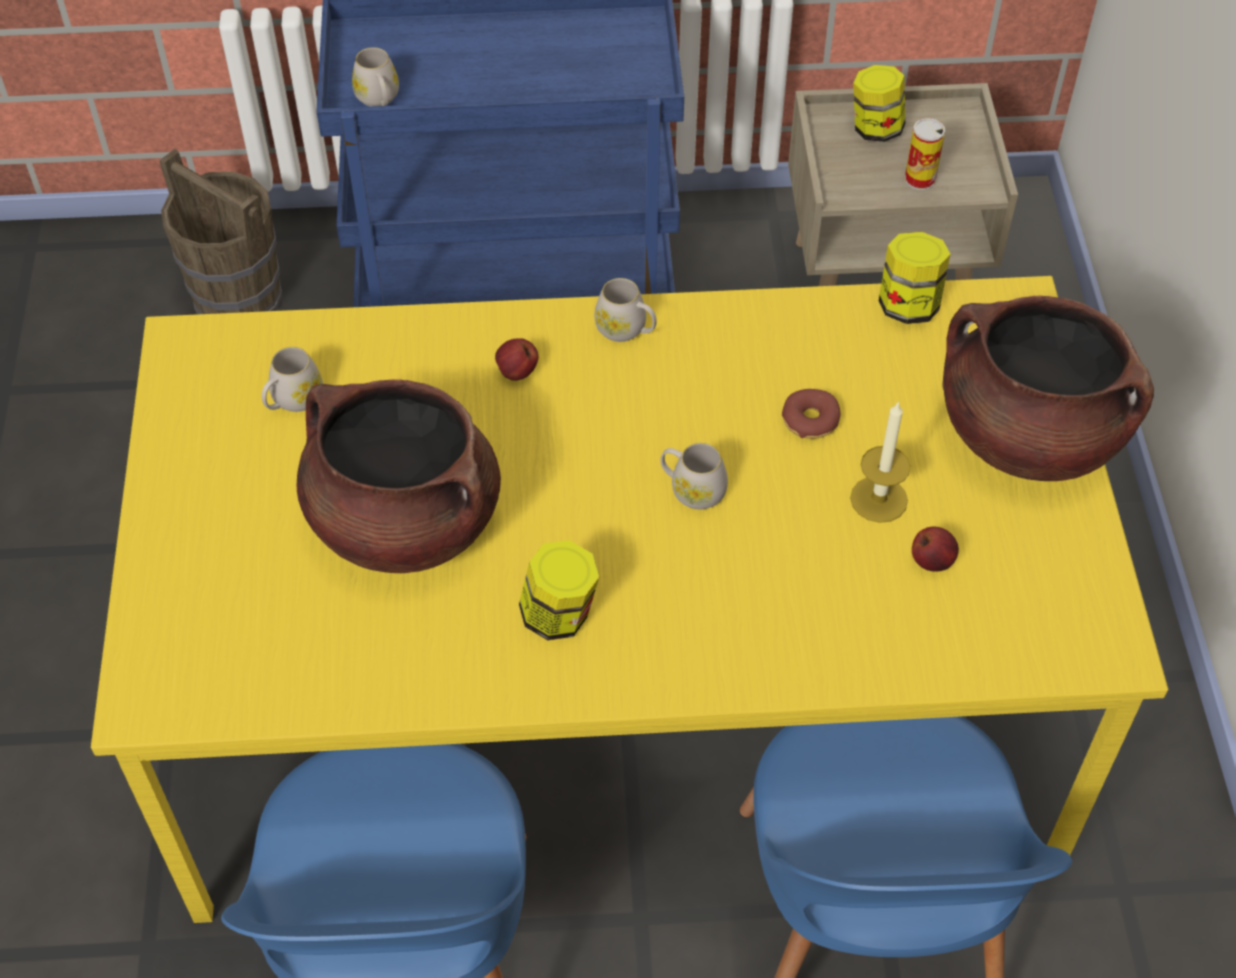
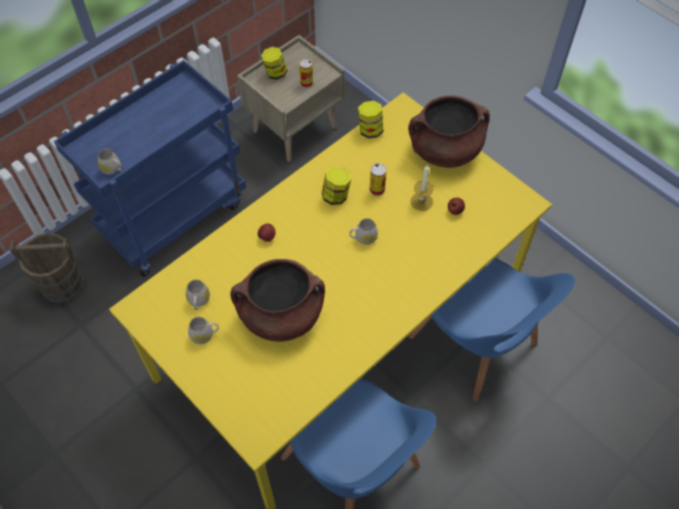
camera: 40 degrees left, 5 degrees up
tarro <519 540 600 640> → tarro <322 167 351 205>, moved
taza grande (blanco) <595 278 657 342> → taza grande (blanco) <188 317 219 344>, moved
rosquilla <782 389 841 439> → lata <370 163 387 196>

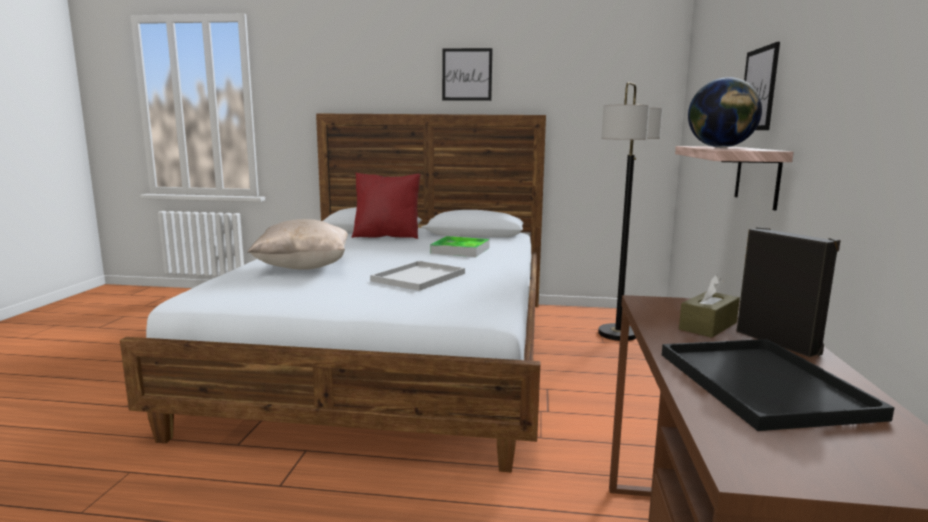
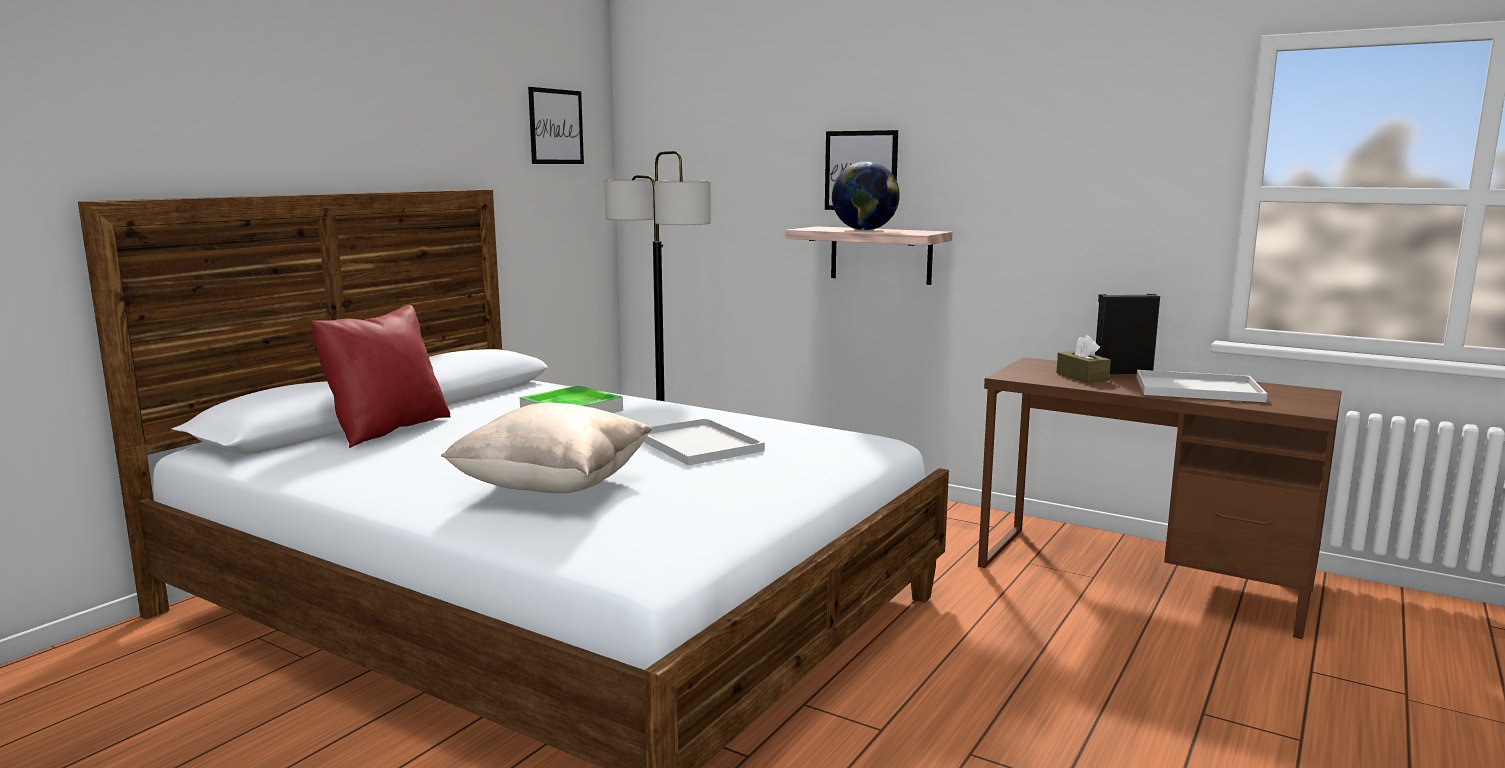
camera: 65 degrees left, 0 degrees up
cuadro <442 48 493 101> → cuadro <528 87 584 164>, moved
bandeja (negro) <662 339 895 431> → bandeja (blanco) <1137 370 1267 402>

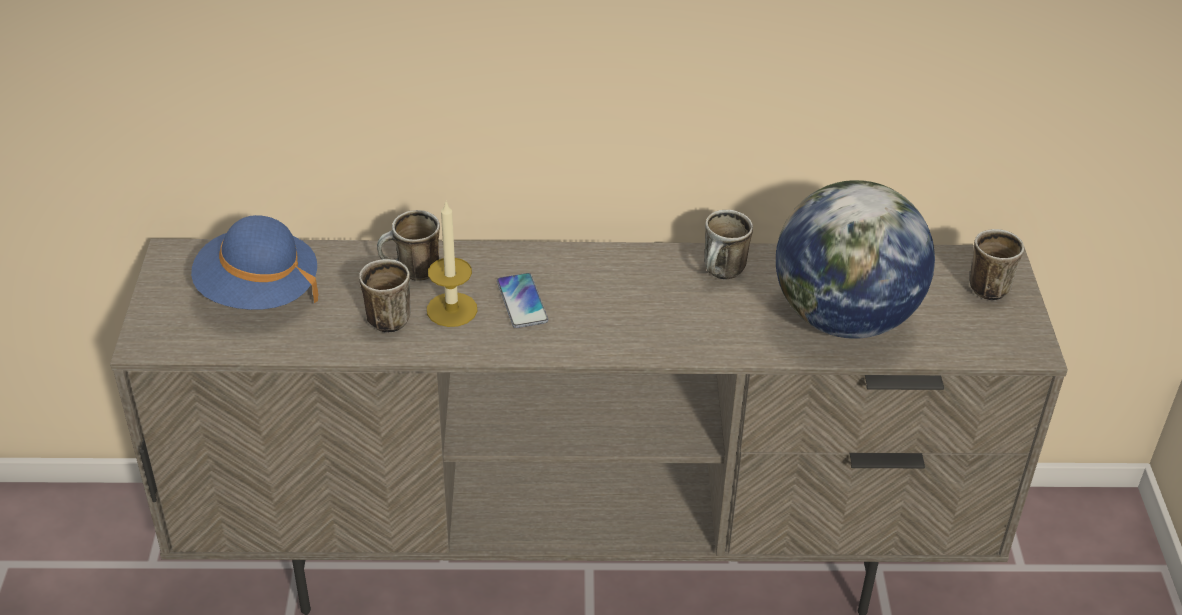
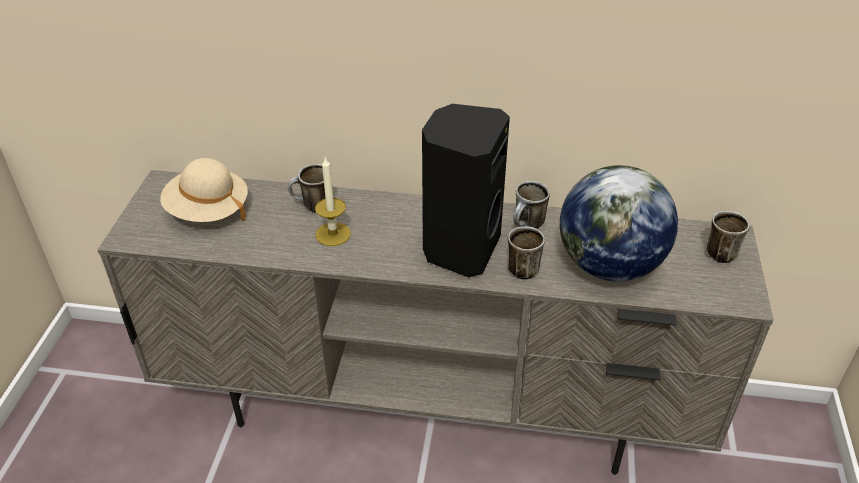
camera: 10 degrees right, 0 degrees up
móvil <497 273 548 328> → -
- → altavoz (negro) <422 104 510 277>
taza grande <359 259 411 333> → taza grande <508 226 545 280>, moved
sombrero (azul) <191 215 318 310> → sombrero (beis) <160 158 248 222>

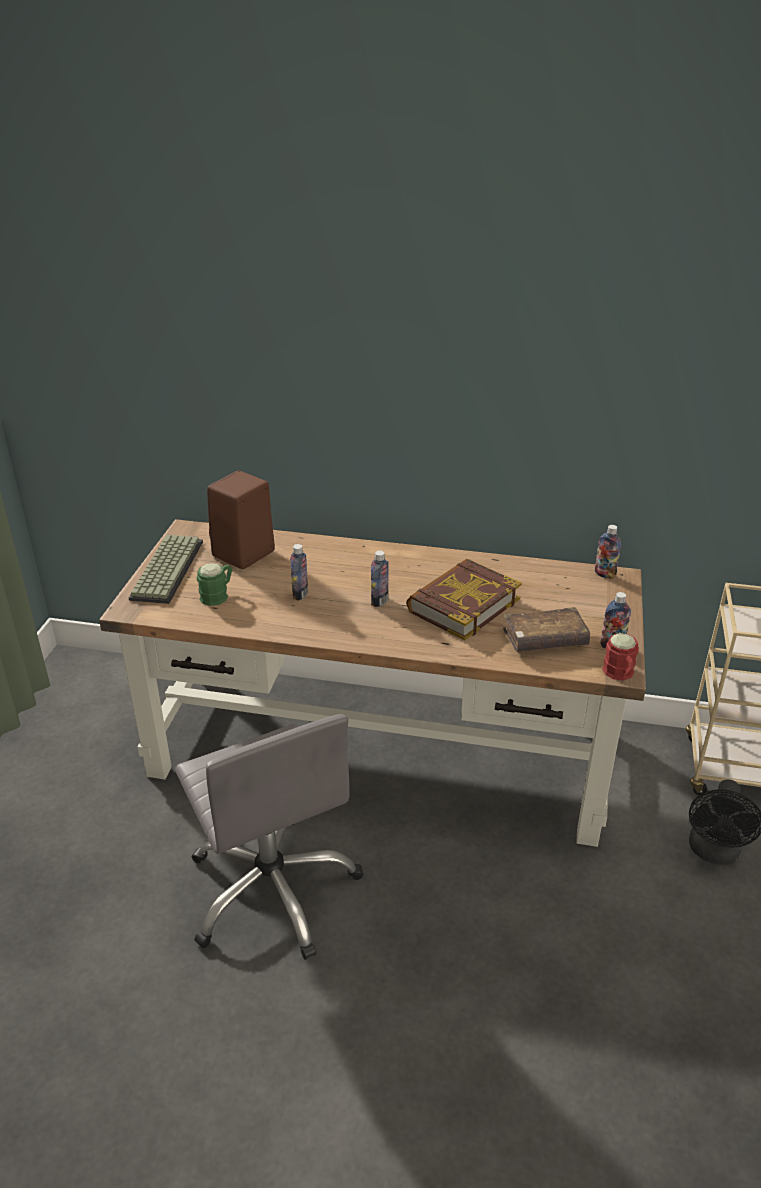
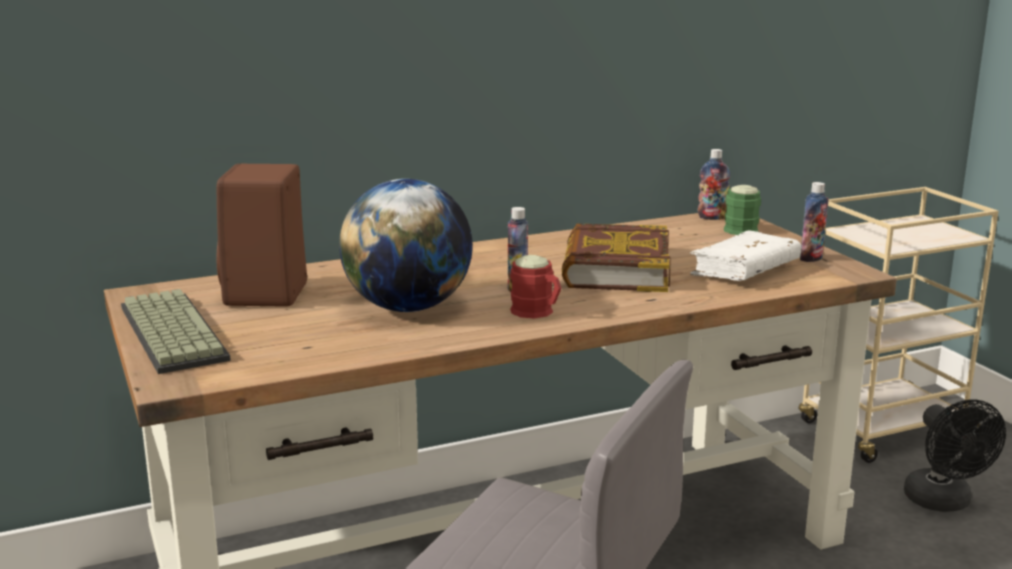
camera: 35 degrees left, 15 degrees down
taza grande (verde) <197 563 232 606> → taza grande (verde) <724 185 761 235>, moved
taza grande (rojo) <602 633 639 681> → taza grande (rojo) <510 255 561 319>, moved
botella <290 544 308 601> → globo terráqueo <339 179 473 312>
libro (marrón) <503 607 590 652> → libro (blanco) <690 230 801 281>

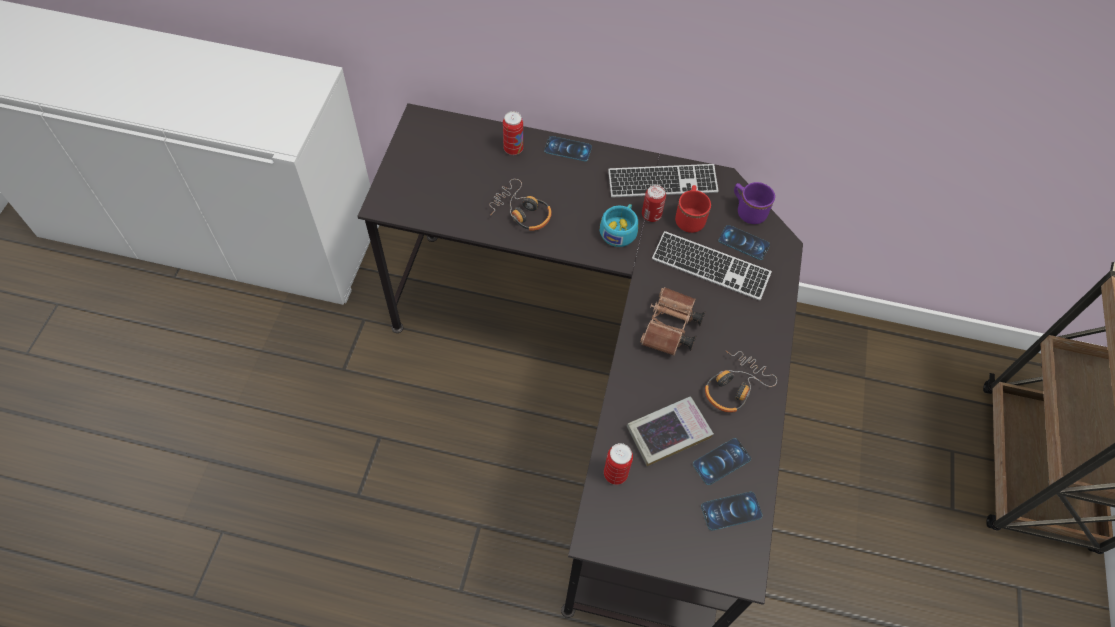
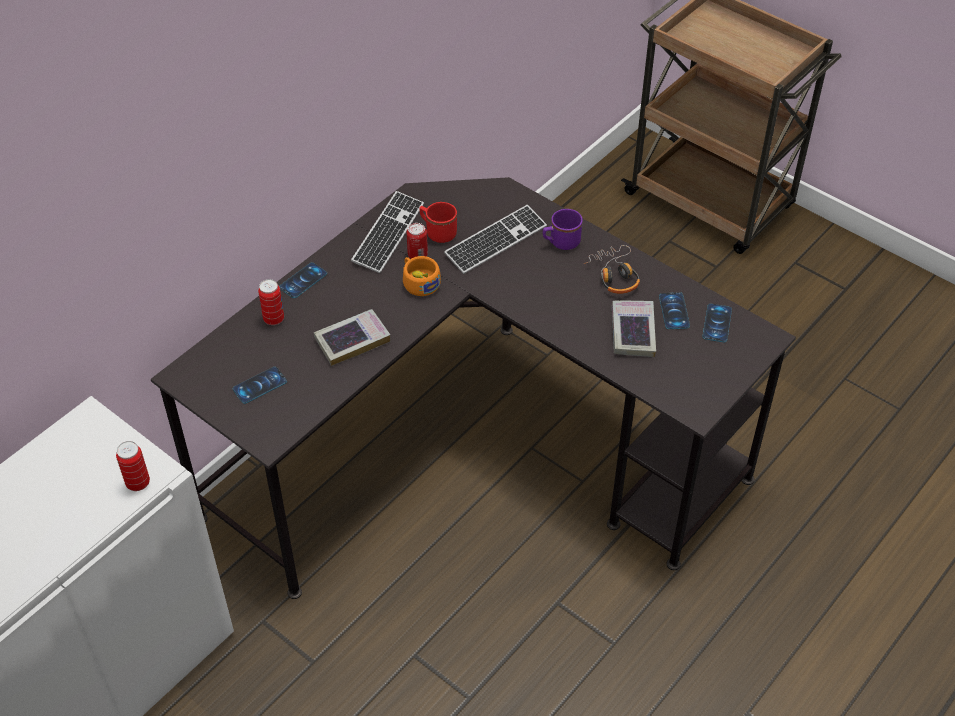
camera: 60 degrees left, 10 degrees down
prismáticos (marrón) <640 287 706 356> → -
lata <604 443 633 485> → lata <116 441 150 491>, moved
móvil <718 225 770 260> → móvil <233 367 287 404>, moved
taza grande (morado) <734 182 775 224> → taza grande (morado) <543 209 583 250>, moved
auriculares <489 179 552 231> → libro <314 309 390 366>
taza (turquesa) <600 204 638 247> → taza (naranja) <403 256 441 296>

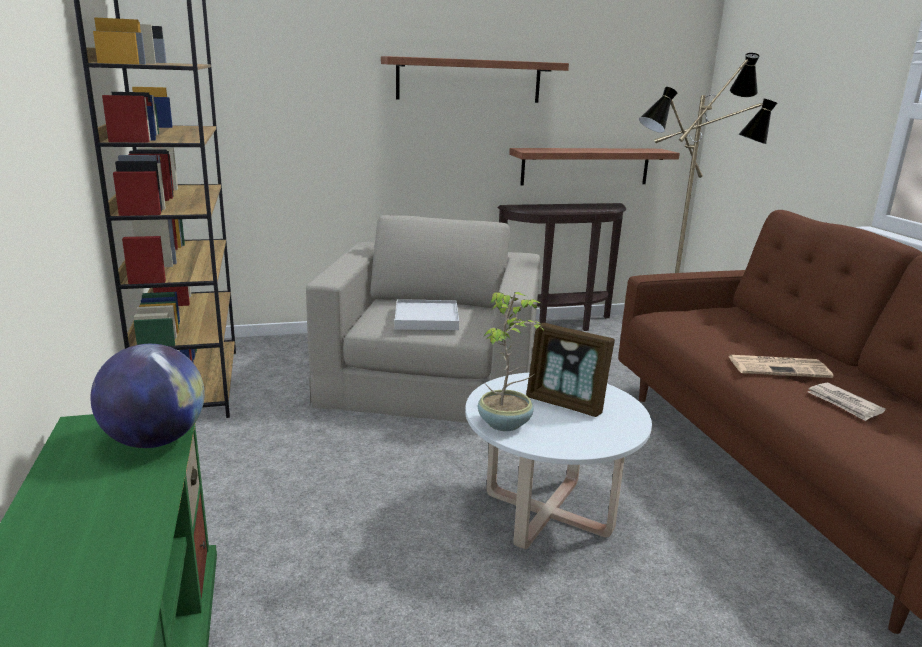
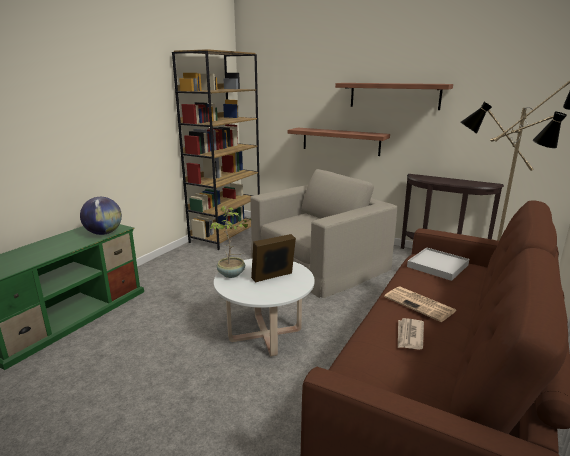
camera: 45 degrees right, 0 degrees up
bandeja (blanco) <395 299 459 330> → bandeja (blanco) <407 247 469 281>, moved
estante <509 148 680 185> → estante <288 128 390 156>, moved
portarretratos <526 323 615 417> → portarretratos <251 234 296 282>, 75 degrees clockwise

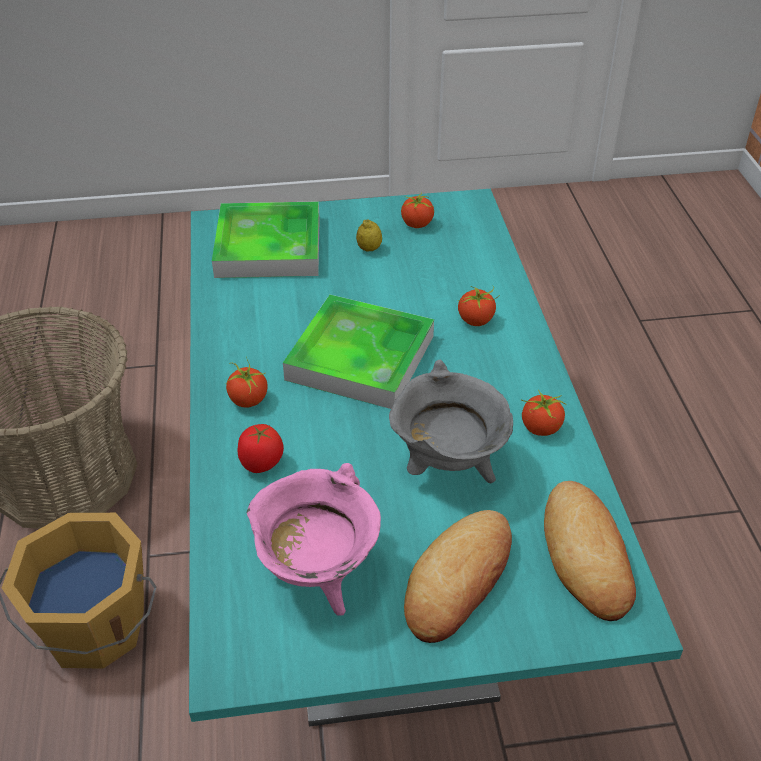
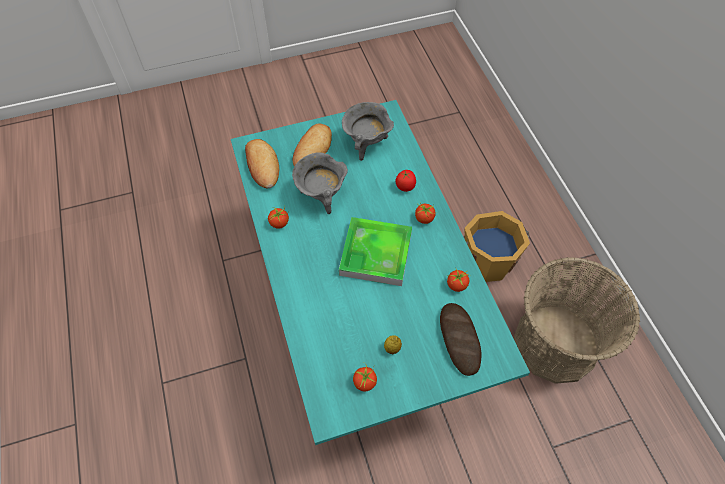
camera: 170 degrees right, 15 degrees up
tomate <457 286 500 326> → tomate <447 269 470 292>, moved
bandeja <212 201 320 278> → pan <440 303 481 376>
olla (rosa) <247 463 381 616> → olla (gris) <342 102 394 161>

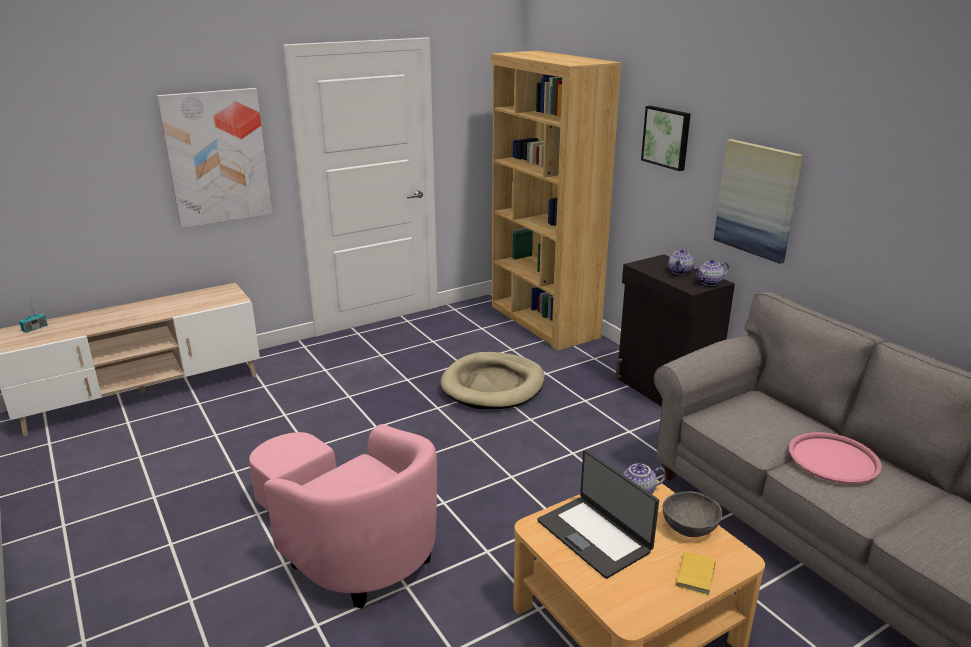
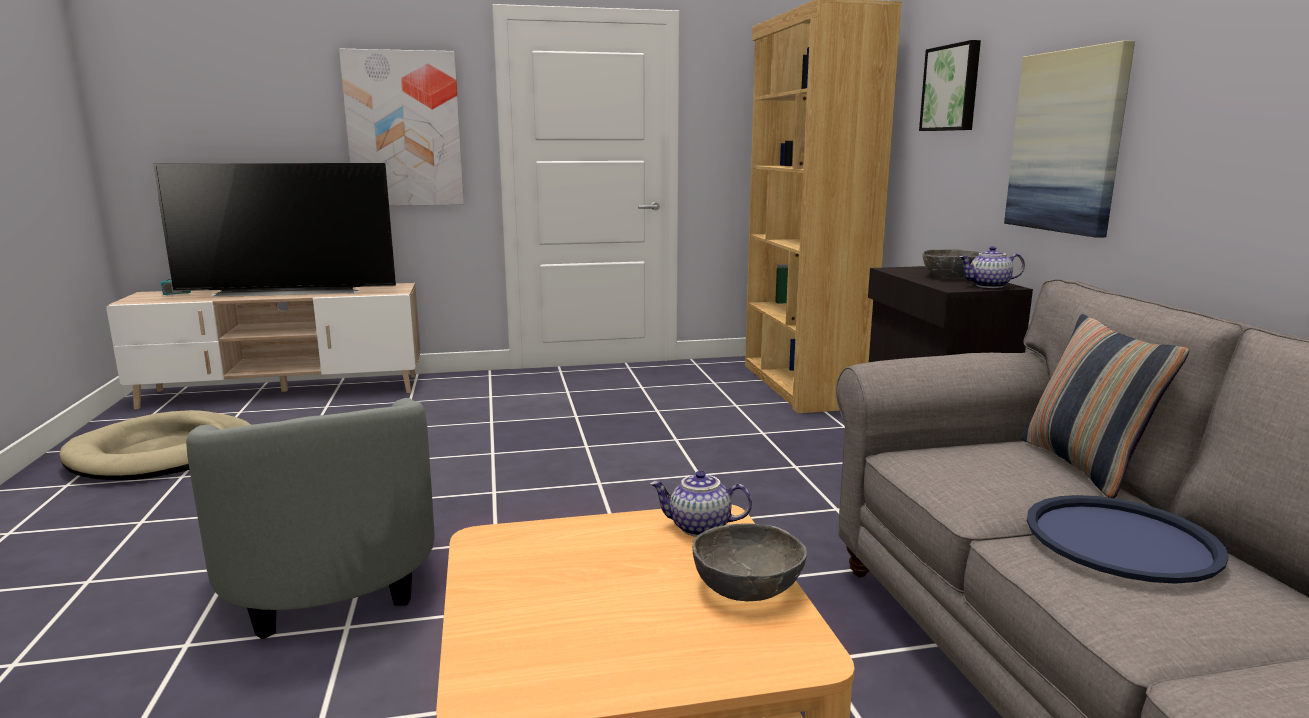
camera: 20 degrees right, 10 degrees down
portátil <537 450 659 579> → -
libro (amarillo) <667 552 716 595> → -
- → televisor <153 163 396 297>
- → cojín <1021 314 1189 498>
cama para perro (beis) <440 352 544 409> → cama para perro (beis) <59 410 251 480>, moved
tetera <669 249 694 275> → cuenco (gris) <923 249 982 278>
sillón (rosa) <249 424 437 608> → sillón (gris) <186 398 435 639>
bandeja (rosa) <789 432 882 484> → bandeja (azul) <1027 495 1229 584>

